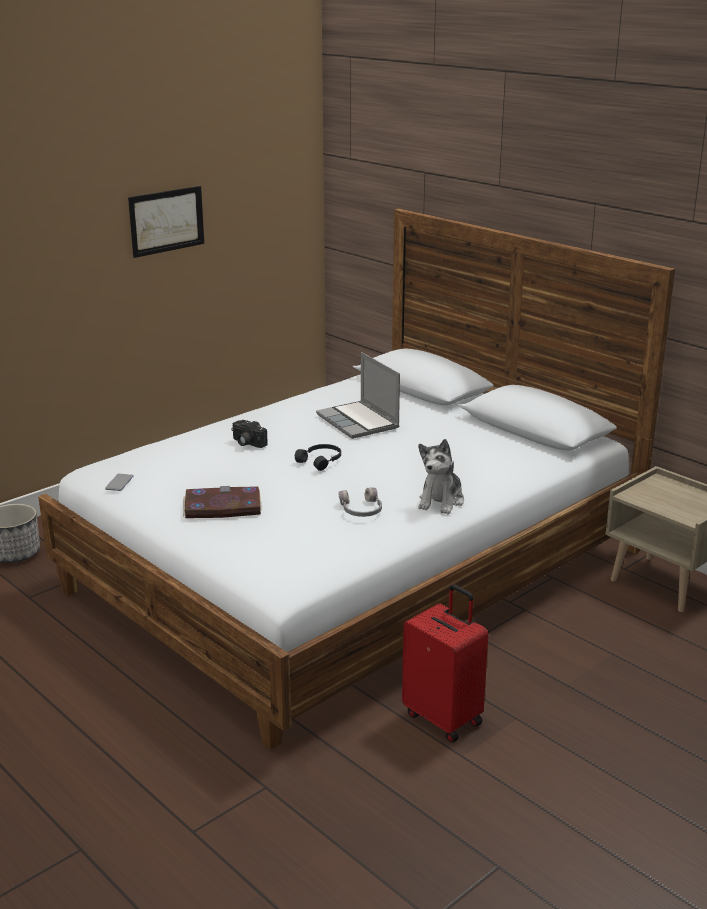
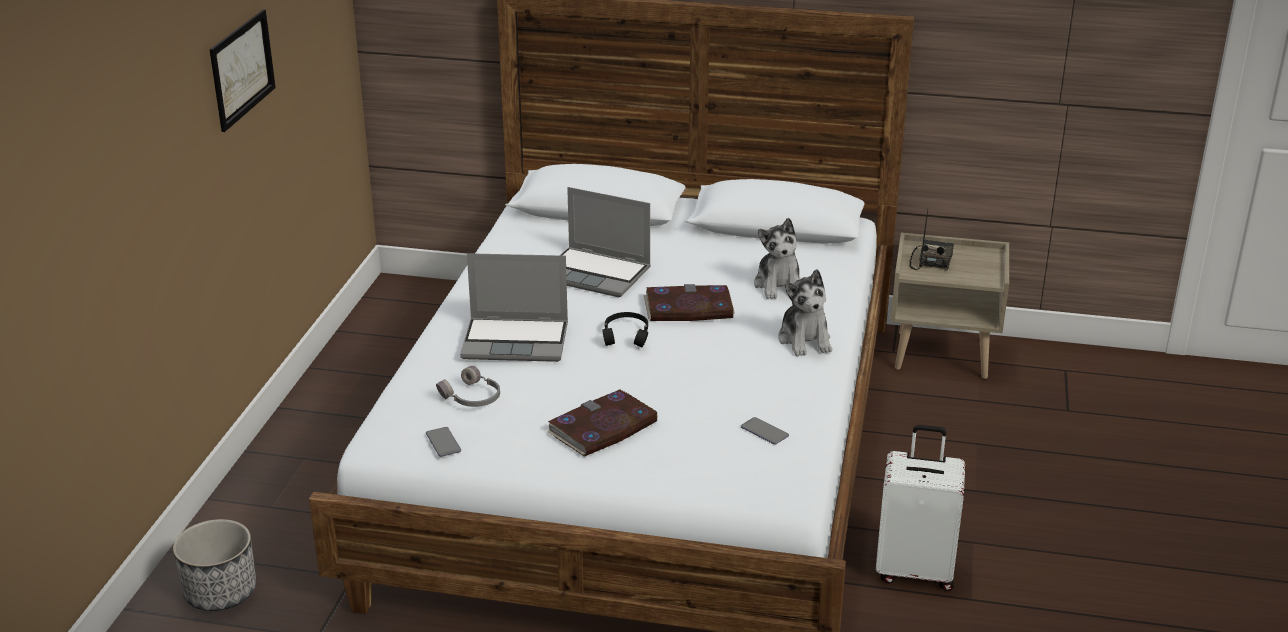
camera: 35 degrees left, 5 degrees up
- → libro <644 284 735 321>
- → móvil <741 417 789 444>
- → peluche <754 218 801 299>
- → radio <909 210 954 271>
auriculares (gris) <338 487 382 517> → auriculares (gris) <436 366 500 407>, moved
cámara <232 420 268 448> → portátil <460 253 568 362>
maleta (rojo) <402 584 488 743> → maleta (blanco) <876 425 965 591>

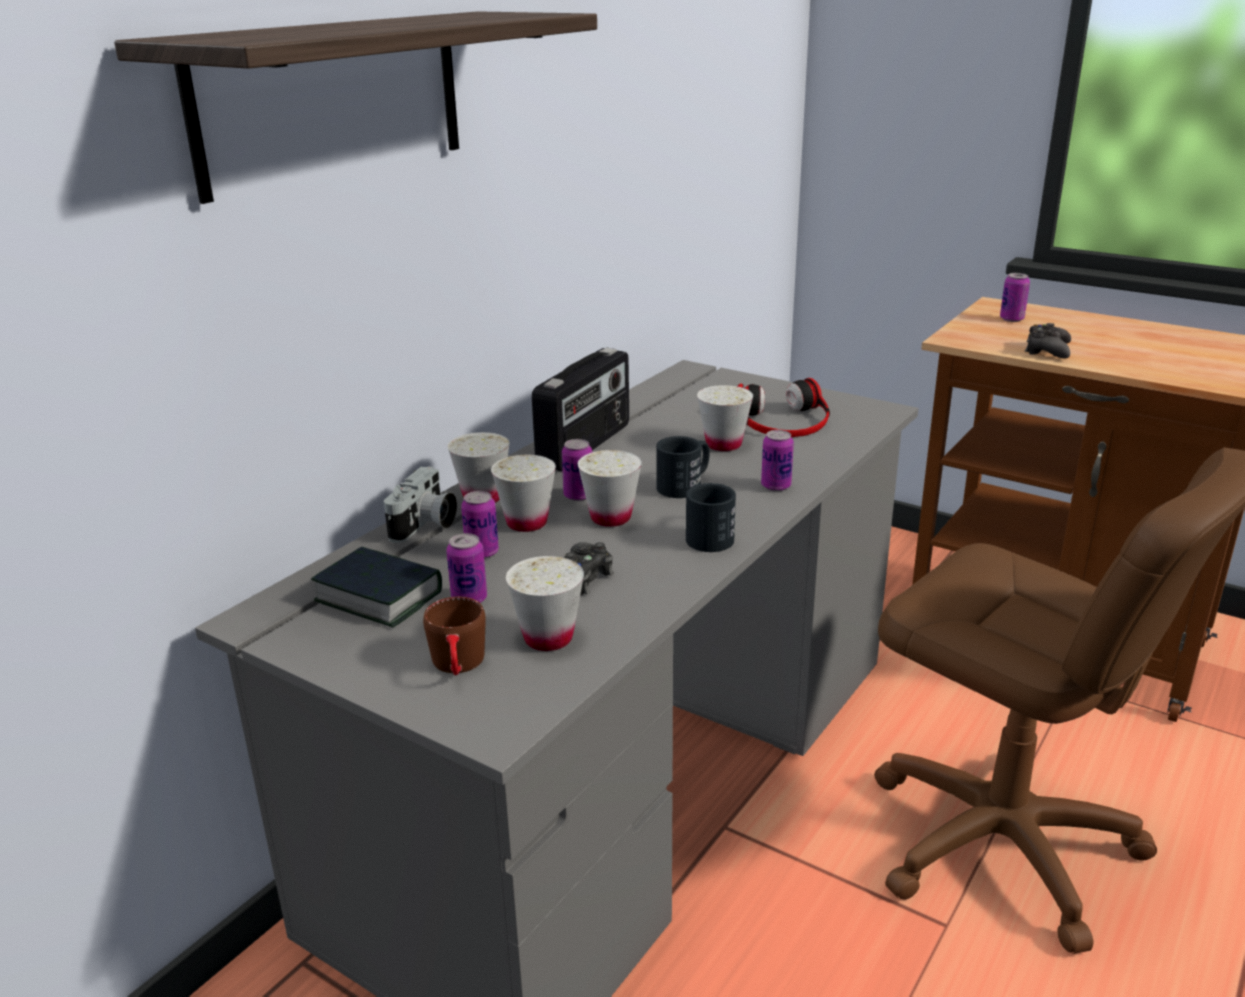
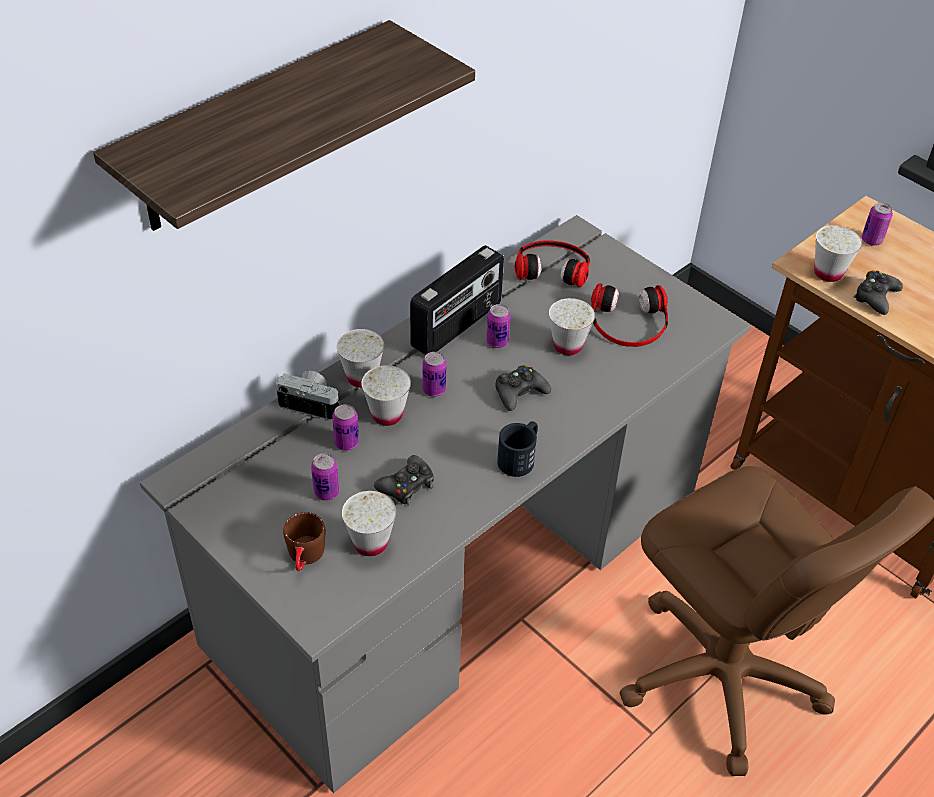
camera: 10 degrees right, 20 degrees up
libro <311 547 442 627> → -
- → auriculares <515 240 590 287>
taza (blanco) <578 450 642 527> → taza (blanco) <814 225 862 282>, moved
lata <761 430 794 491> → lata <486 304 511 348>, moved
taza grande (negro) <656 436 709 498> → mando de consola (negro) <495 365 551 411>
cámara <384 466 457 543> → cámara <275 370 341 420>, 105 degrees counterclockwise

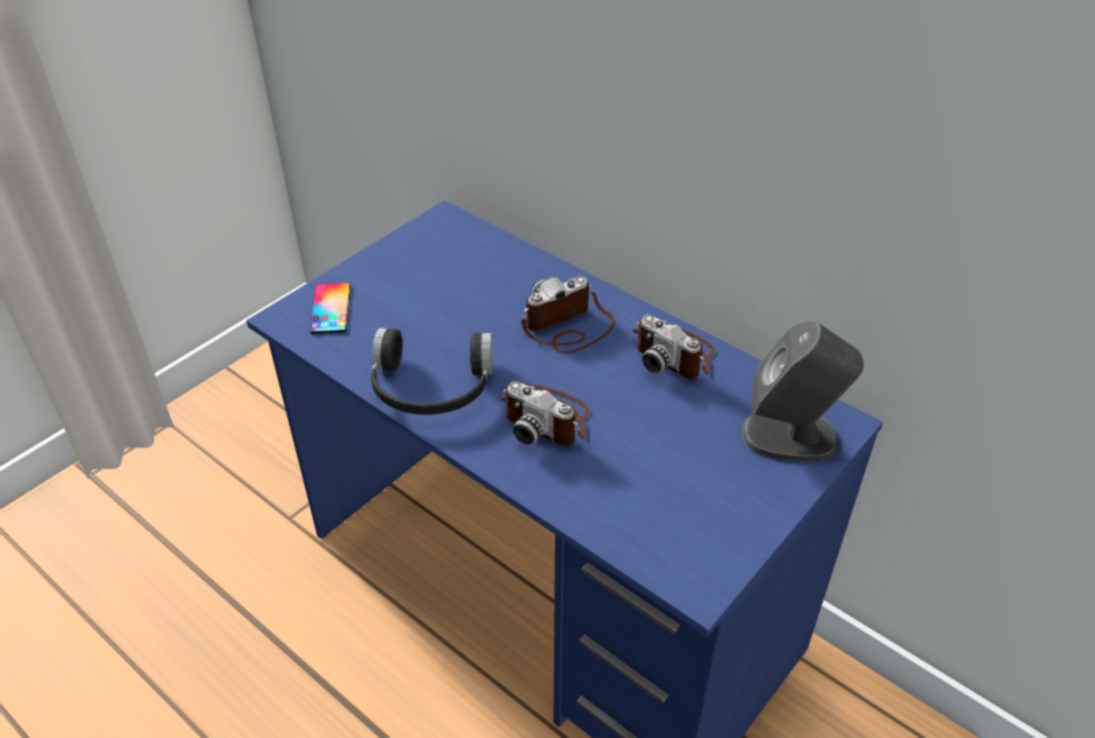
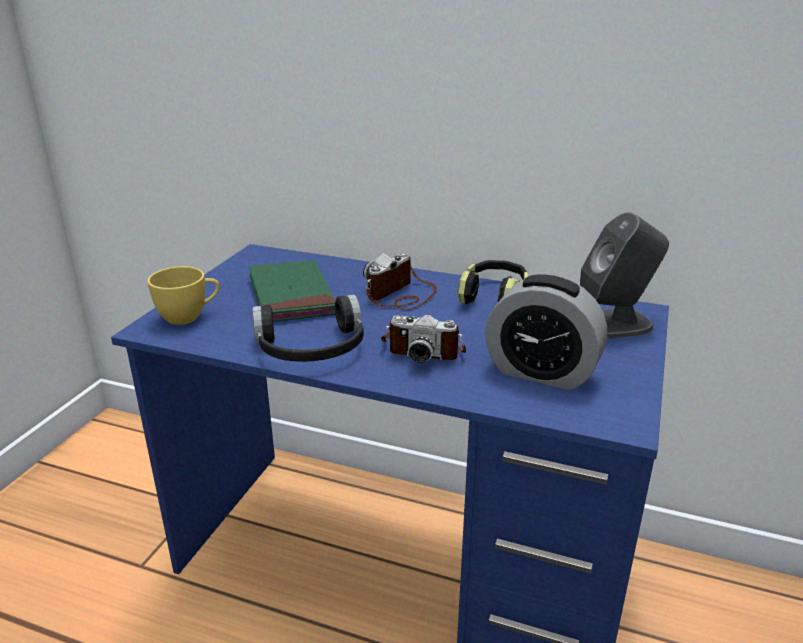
camera: 20 degrees left, 15 degrees down
- → libro (verde) <249 260 335 322>
- → despertador <485 275 607 390>
móvil <310 283 351 334> → taza (amarillo) <147 266 220 325>
cámara <633 315 715 379> → auriculares <458 260 528 304>

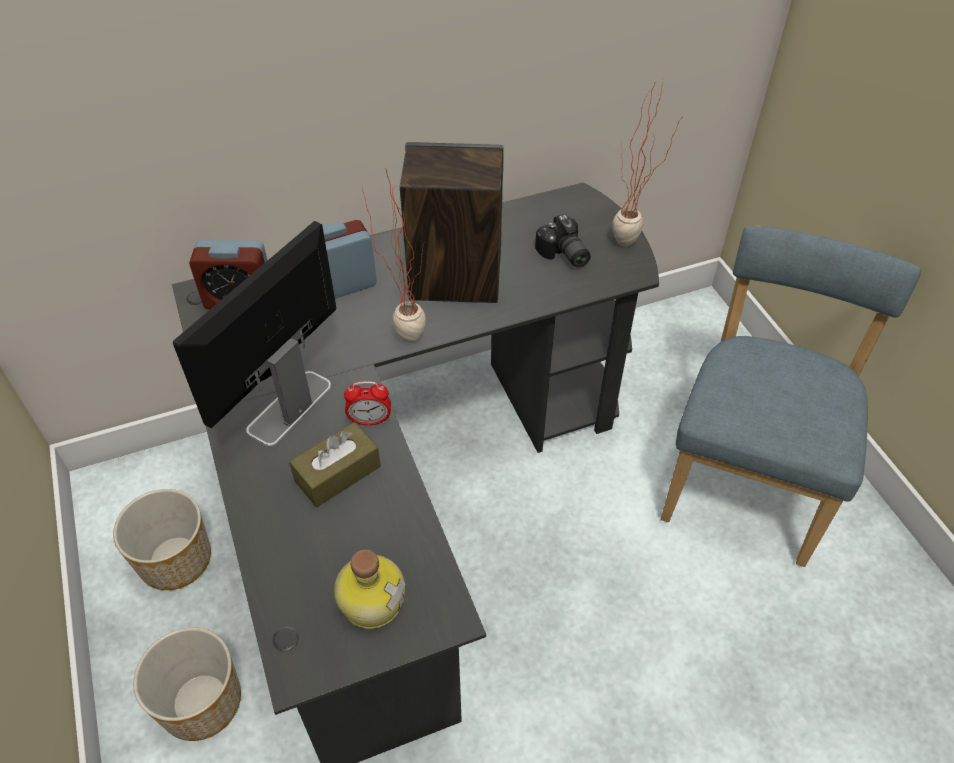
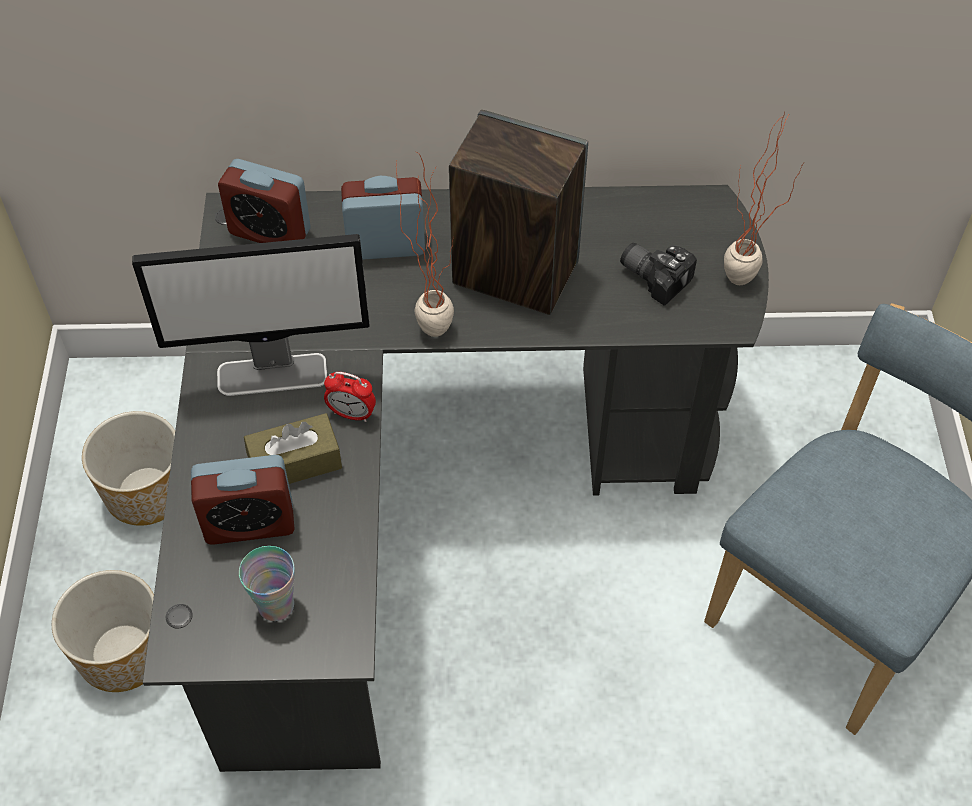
camera: 20 degrees right, 5 degrees up
- → despertador <191 455 294 545>
botella <334 549 406 629> → taza <239 546 295 621>
monitor <173 221 336 446> → monitor <132 234 370 396>, 150 degrees counterclockwise
cámara <535 214 591 268> → cámara <620 243 697 306>, 135 degrees clockwise

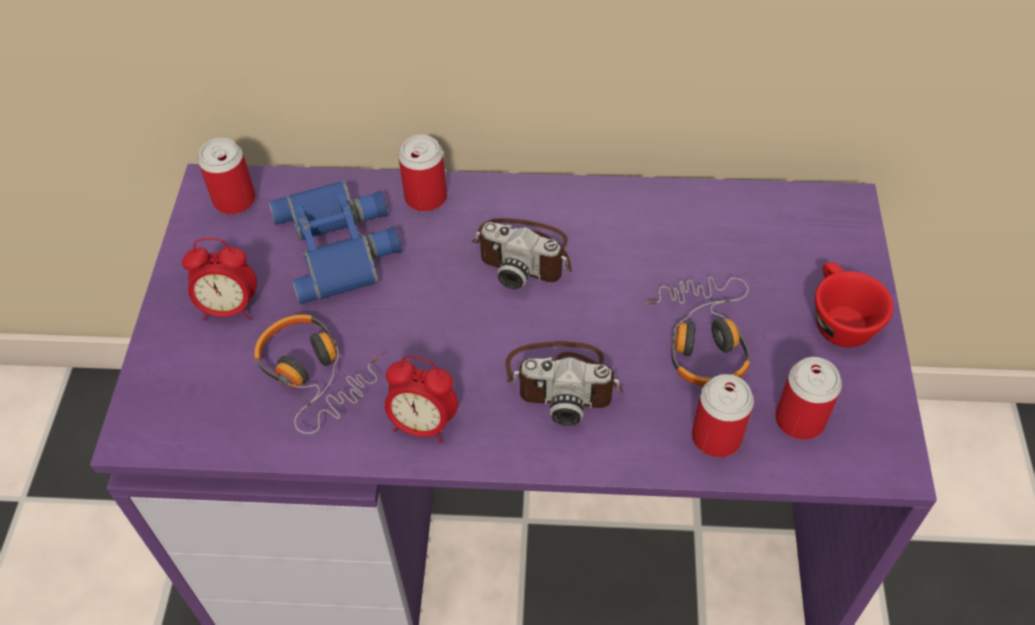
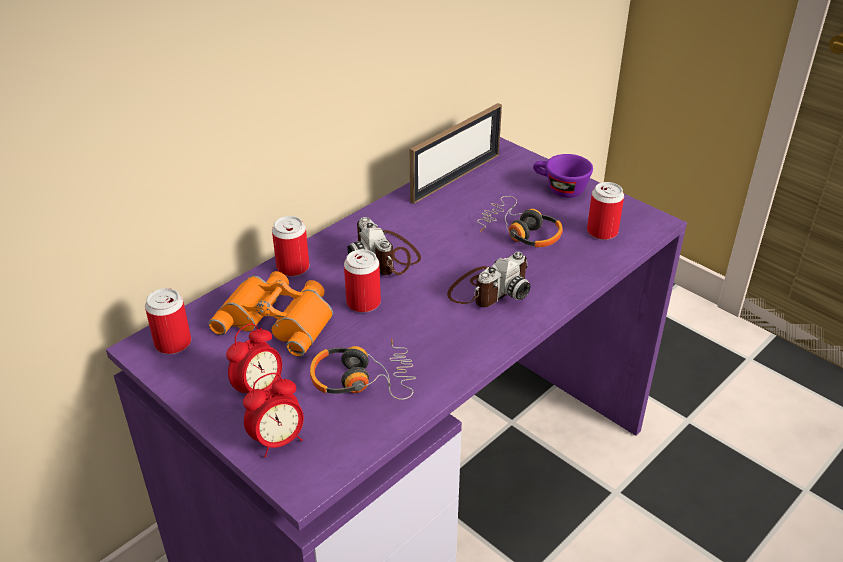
camera: 50 degrees left, 15 degrees down
- → portarretratos <410 103 502 204>
despertador <385 356 458 444> → despertador <243 373 304 457>, moved
lata <692 374 754 457> → lata <344 249 381 313>, moved
prismáticos (azul) <269 181 402 304> → prismáticos (naranja) <208 271 333 357>
taza (rojo) <815 262 894 347> → taza (morado) <533 154 593 198>
cámara <471 218 572 289> → cámara <347 217 421 275>, 90 degrees clockwise

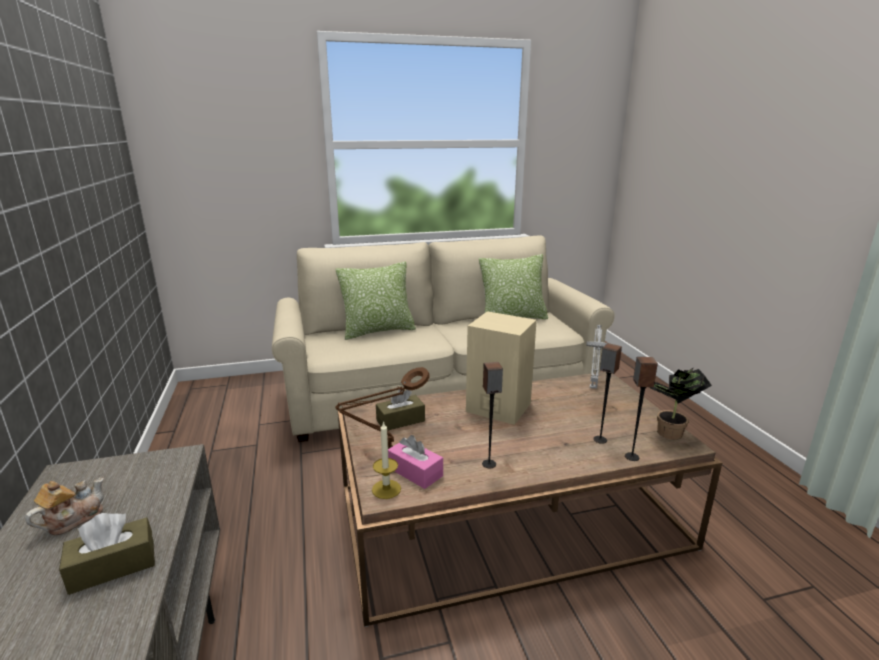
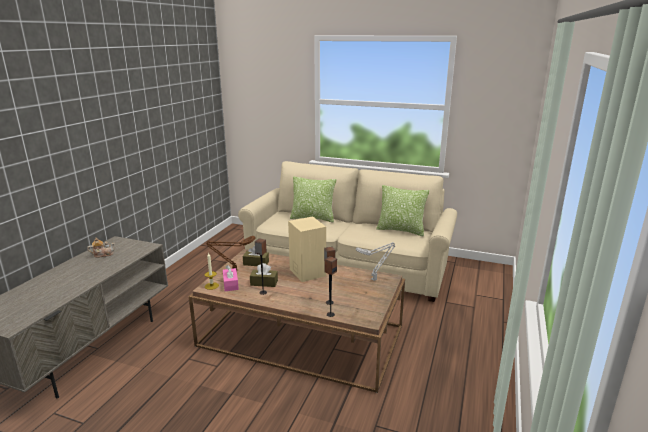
camera: 35 degrees right, 0 degrees up
planta en maceta <650 367 712 440> → -
caja de pañuelos (marrón) <59 513 155 595> → caja de pañuelos (marrón) <250 263 278 287>, moved

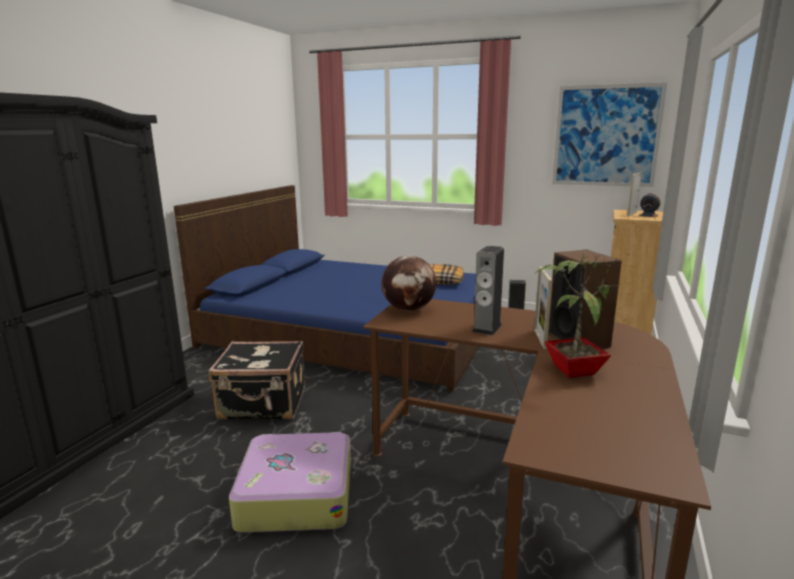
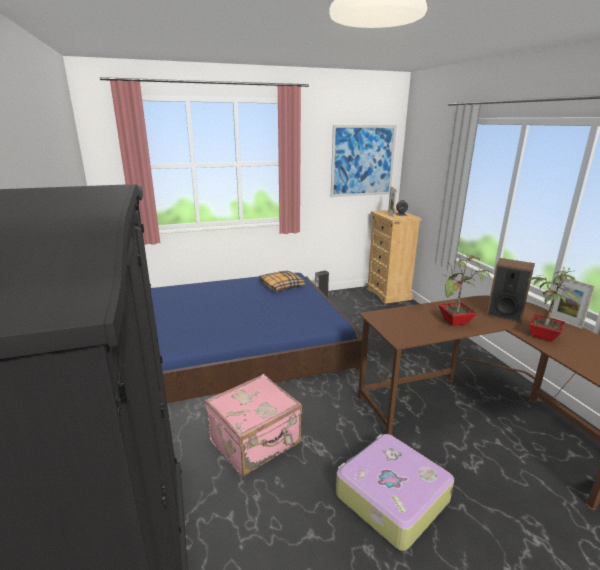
camera: 40 degrees left, 5 degrees up
globo terráqueo <381 256 437 311> → -
portarretratos <534 267 552 349> → portarretratos <549 277 595 329>, moved
altavoz <472 246 504 336> → planta en maceta <439 255 492 326>
maleta (negro) <209 341 305 419> → maleta (rosa) <205 374 302 477>

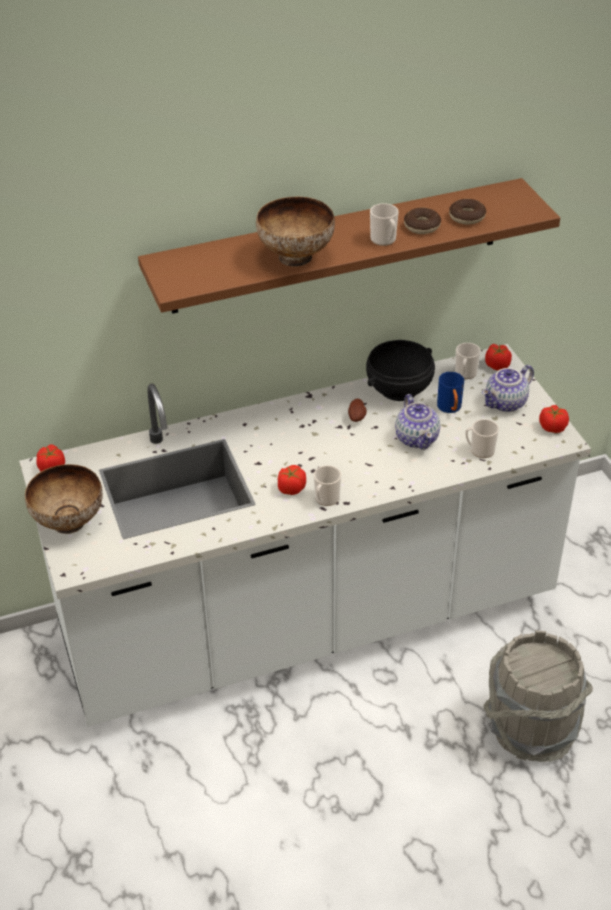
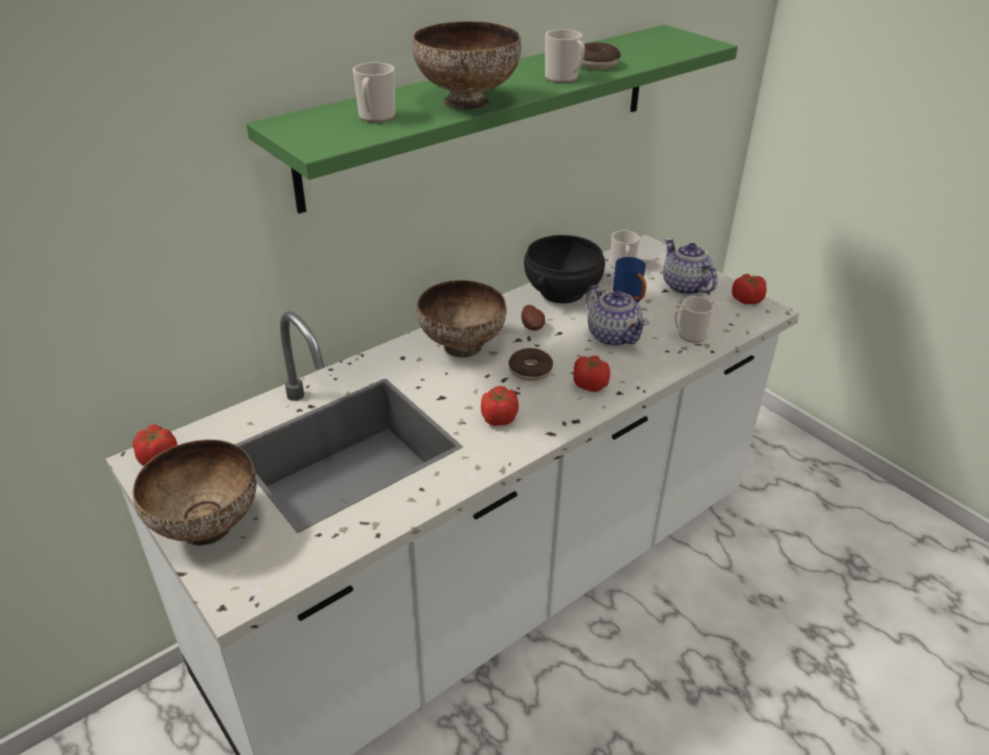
camera: 20 degrees left, 5 degrees down
cubo (gris) <483 630 593 762> → -
- → cuenco <417 280 507 358>
taza grande <314 465 341 506> → taza grande <353 62 395 122>, moved
rosquilla <449 199 486 224> → rosquilla <509 348 553 381>, moved
tomate <485 344 512 370> → tomate <573 356 610 392>, moved
estante (marrón) <138 178 560 314> → estante (verde) <246 25 738 214>
tetera <482 365 534 412> → tetera <663 238 717 295>, 120 degrees clockwise

